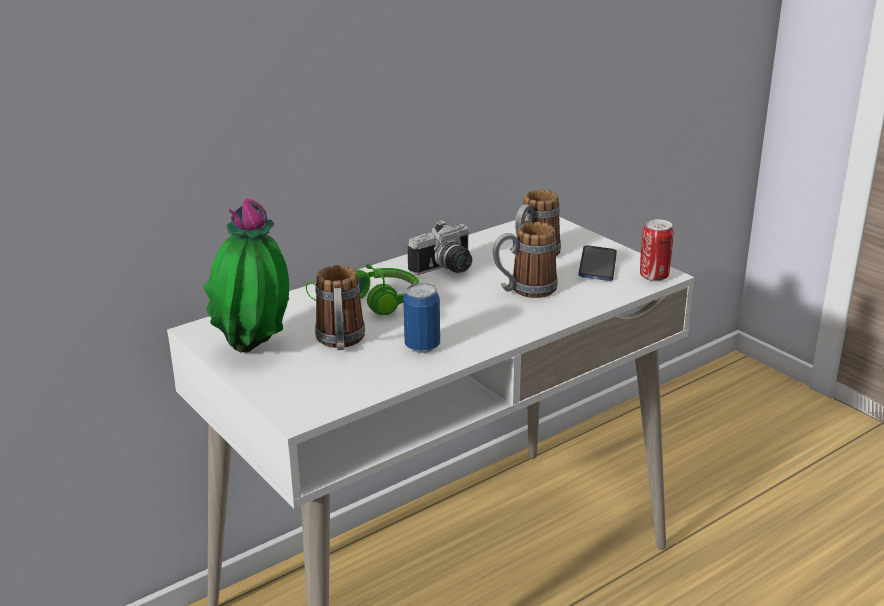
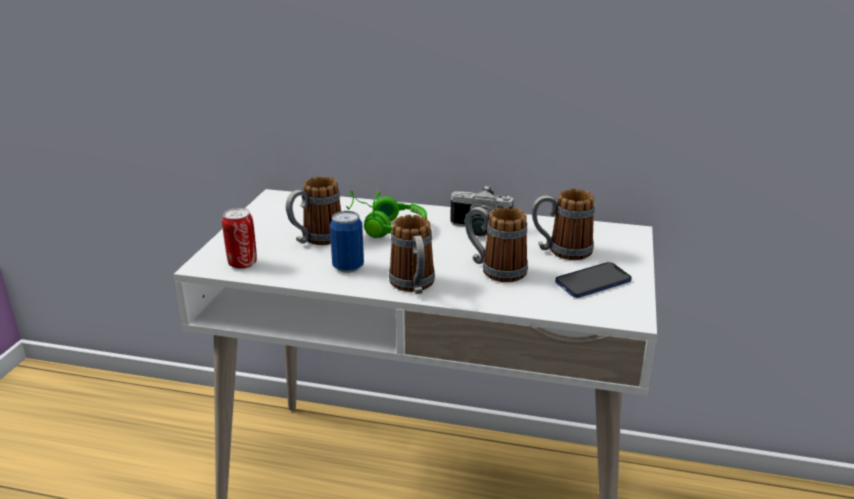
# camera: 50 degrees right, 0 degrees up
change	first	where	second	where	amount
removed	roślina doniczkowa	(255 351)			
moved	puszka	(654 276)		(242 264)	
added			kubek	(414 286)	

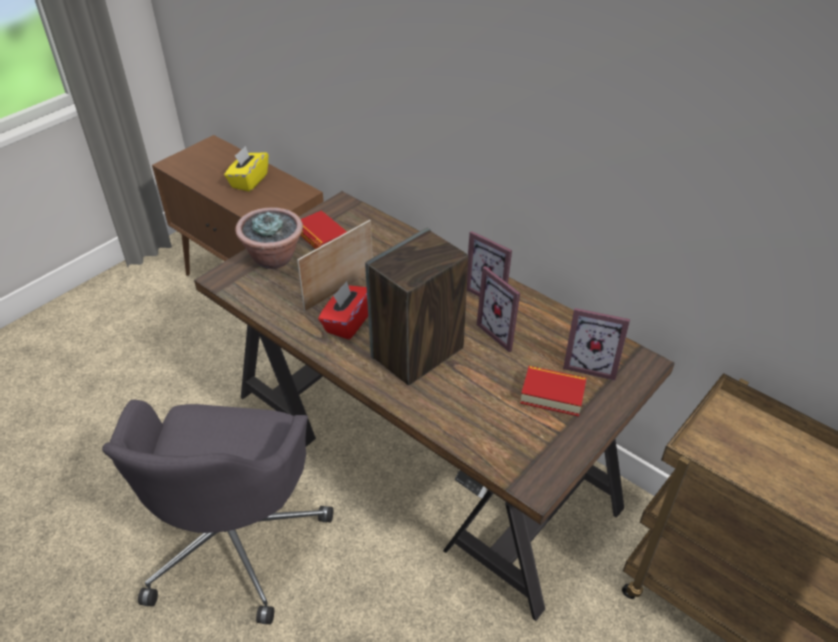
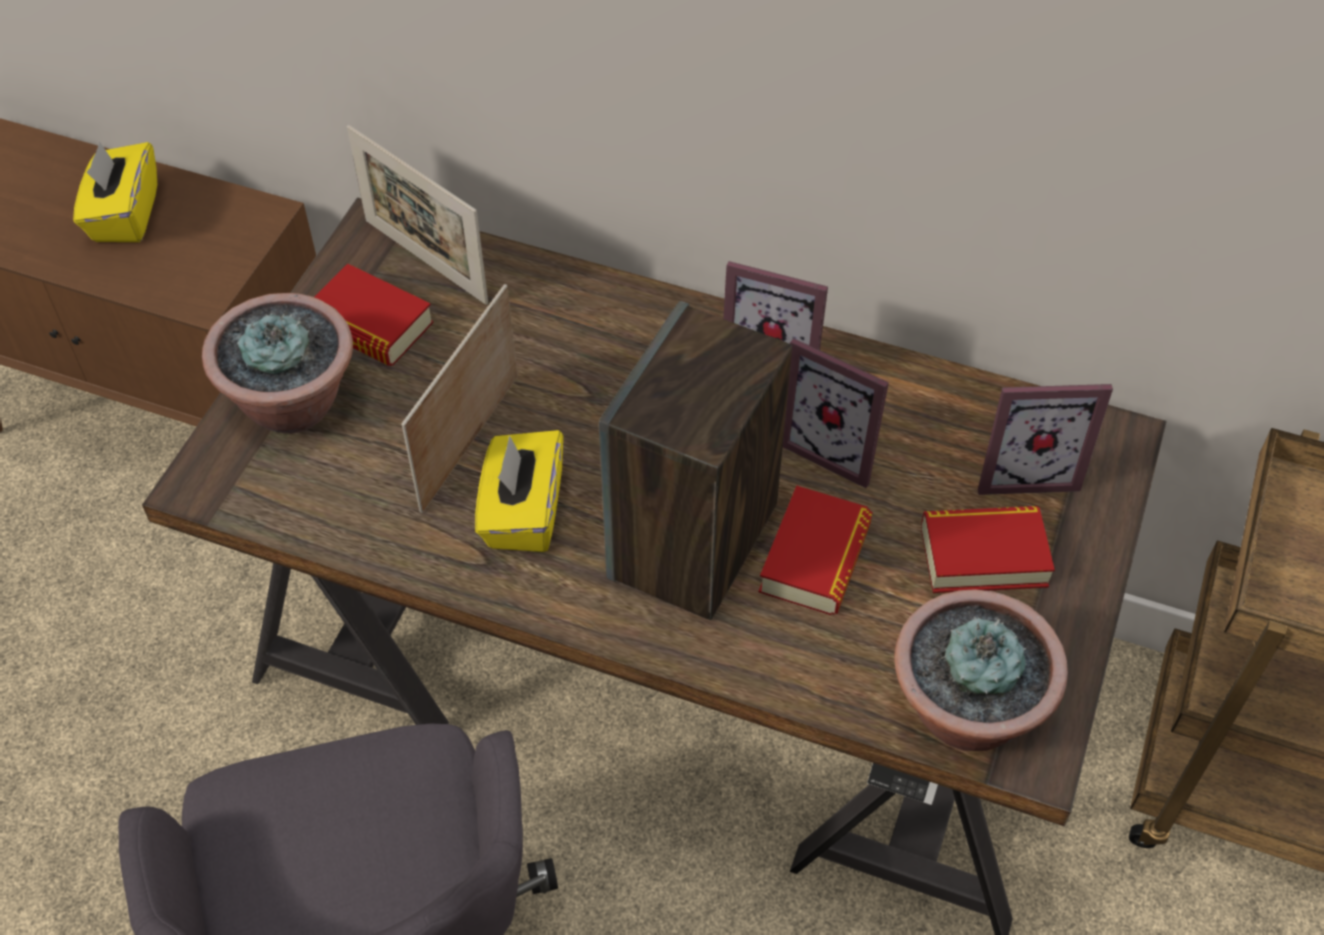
# camera: 20 degrees left, 10 degrees up
change	first	where	second	where	amount
recoloured	pudełko chusteczek/czerwony	(347 322)	pudełko chusteczek/żółty	(522 513)	
added			ramka na zdjęcie	(425 261)	
added			książka	(815 558)	
added			roślina doniczkowa	(964 712)	

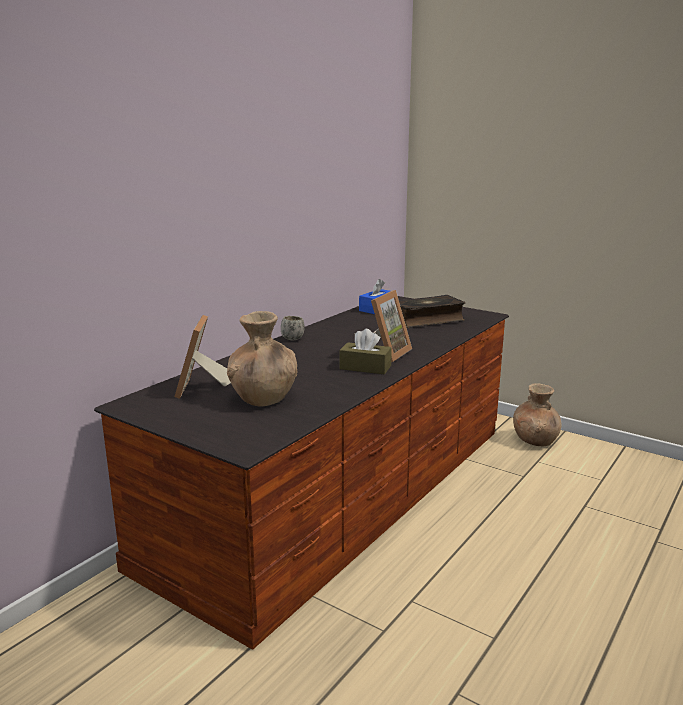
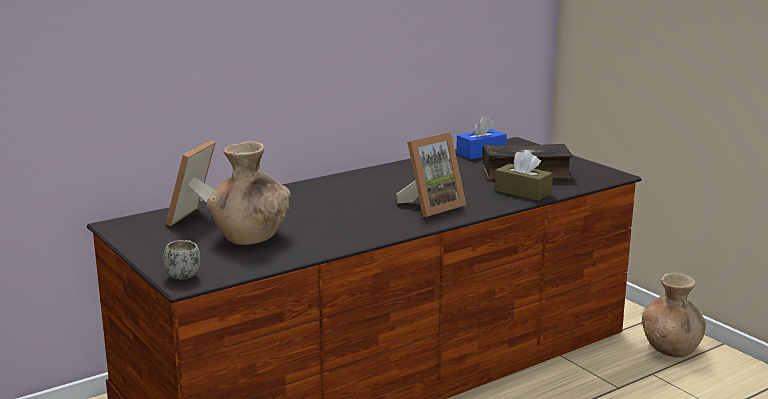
# camera: 20 degrees right, 0 degrees up
change	first	where	second	where	amount
moved	kubek/biały	(291 338)		(184 274)	
moved	pudełko chusteczek/brązowy	(365 367)		(523 192)	

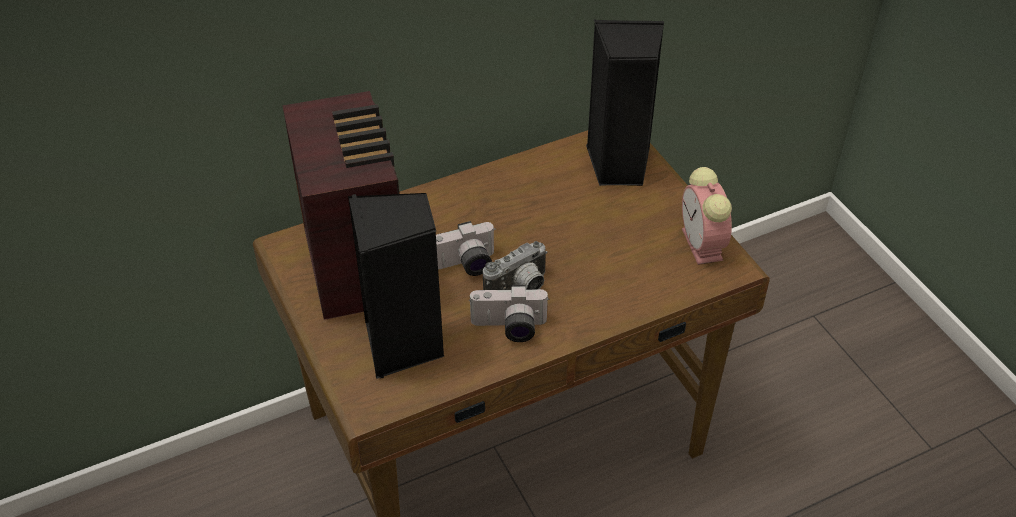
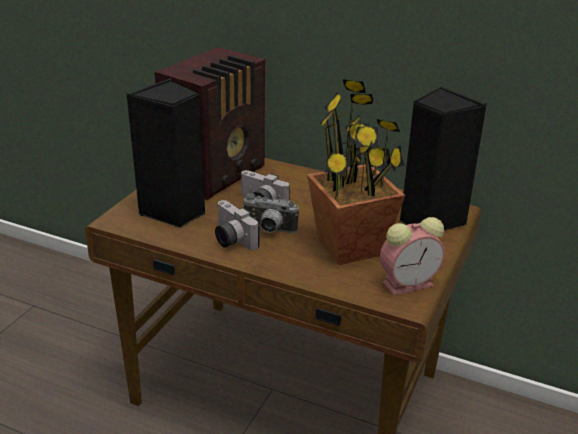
# camera: 50 degrees right, 15 degrees down
change	first	where	second	where	amount
turned	budzik	(703 246)		(409 283)	150 degrees counterclockwise
added			roślina doniczkowa	(350 247)	

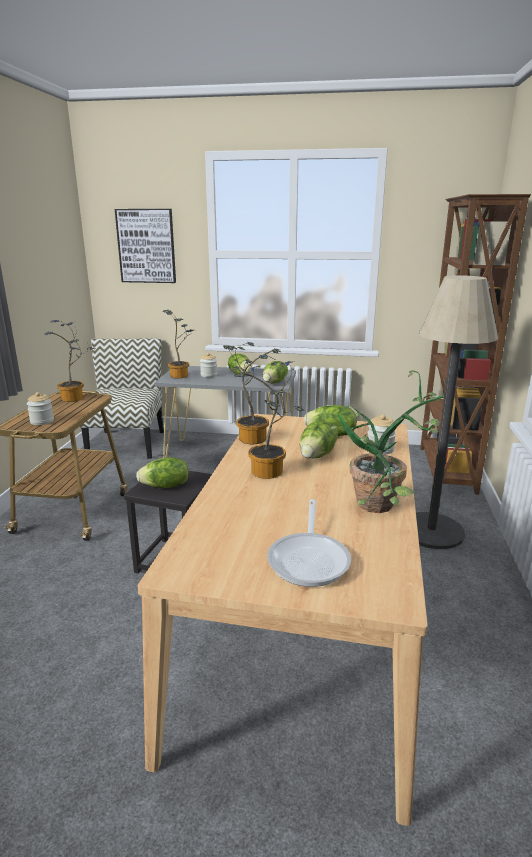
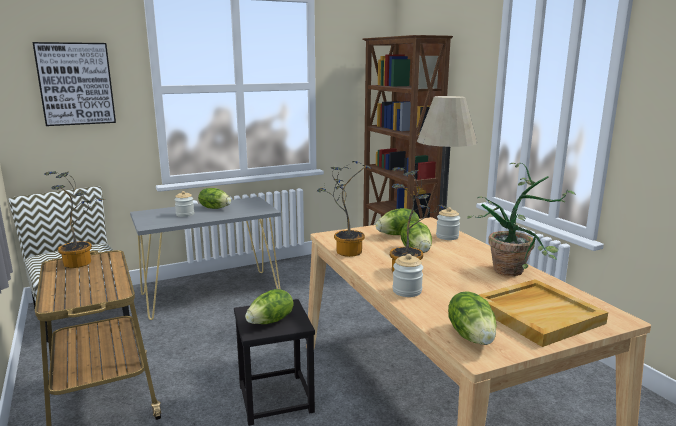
# camera: 35 degrees left, 5 degrees down
change	first	where	second	where	amount
removed	roślina doniczkowa	(181 375)			
moved	sałata	(275 382)		(472 336)	
moved	słoik	(42 421)		(407 291)	
replaced	patelnia	(310 559)	taca/beżowy	(537 314)	

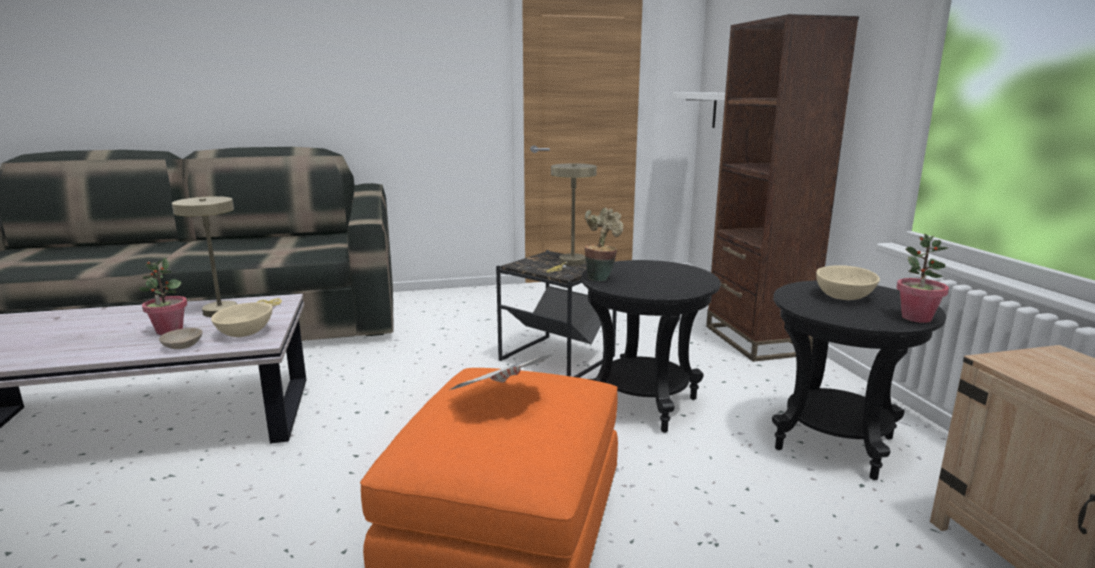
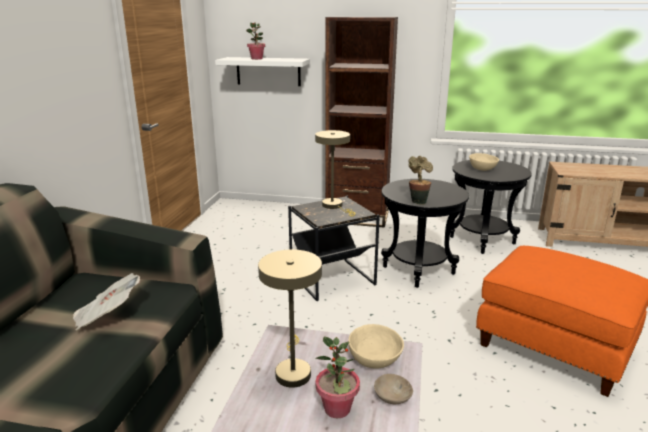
# camera: 65 degrees left, 5 degrees up
change	first	where	second	where	amount
moved	roślina doniczkowa	(916 318)		(256 59)	
moved	gazeta	(500 398)		(107 317)	

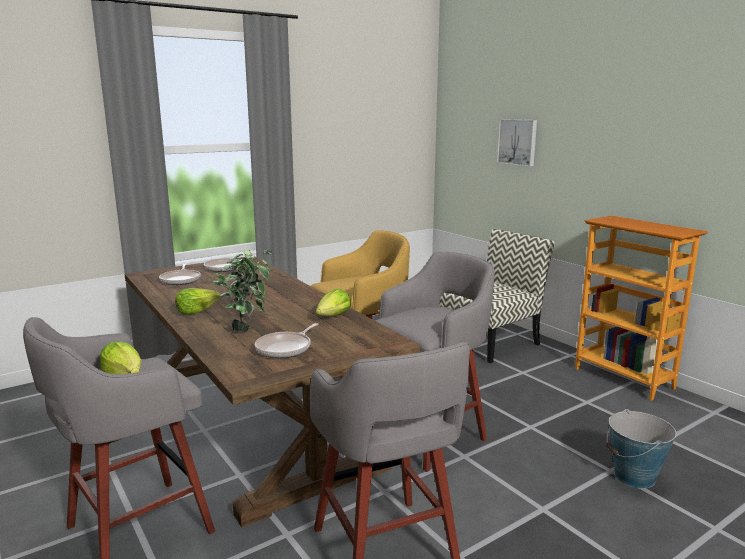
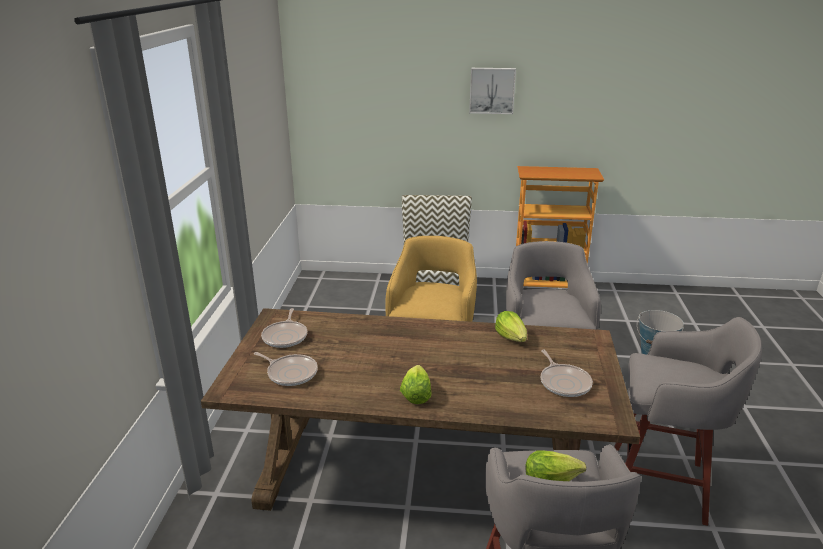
# camera: 50 degrees left, 10 degrees up
change	first	where	second	where	amount
moved	obraz	(518 142)		(492 90)	
removed	roślina doniczkowa	(247 328)			

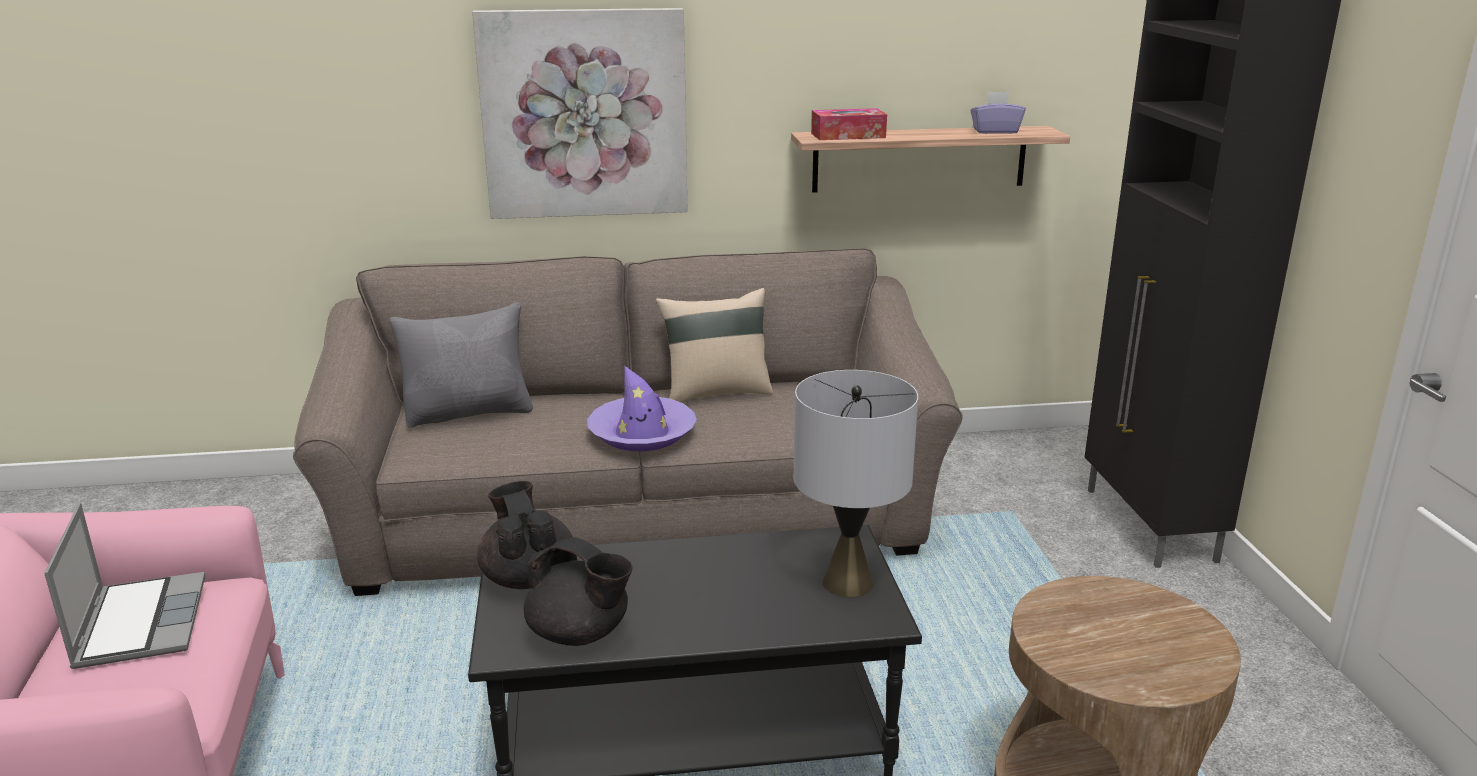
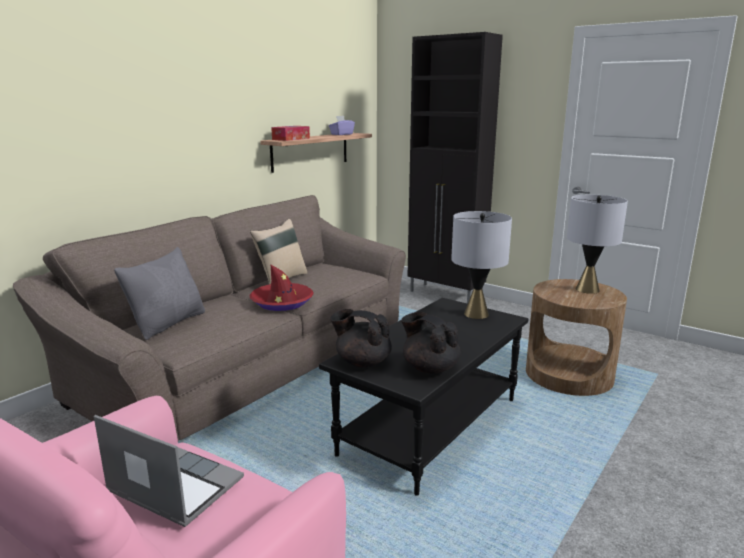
# camera: 45 degrees left, 5 degrees down
change	first	where	second	where	amount
removed	obraz	(584 114)			
recoloured	kapelusz/fioletowy	(642 433)	kapelusz/czerwony	(282 302)	
turned	imbryk/czarny	(580 634)		(429 368)	120 degrees counterclockwise
added			lampa stołowa/szary	(587 289)	

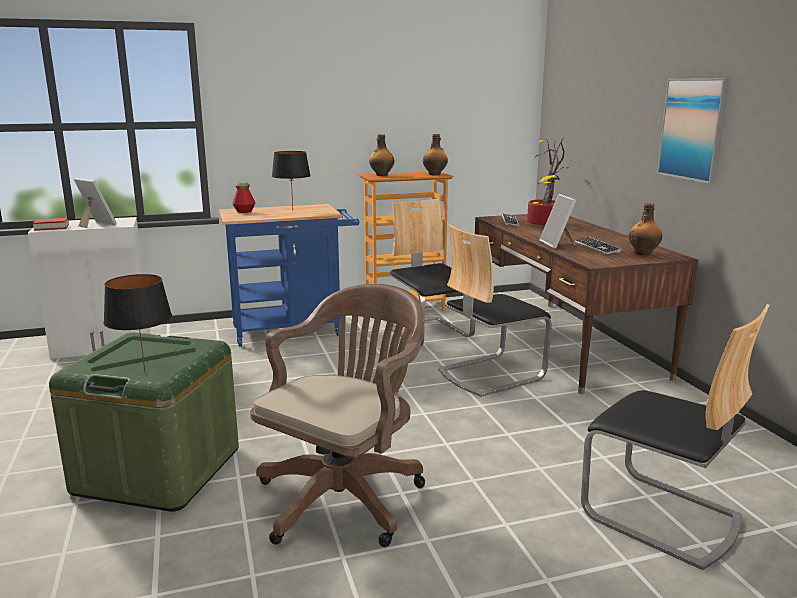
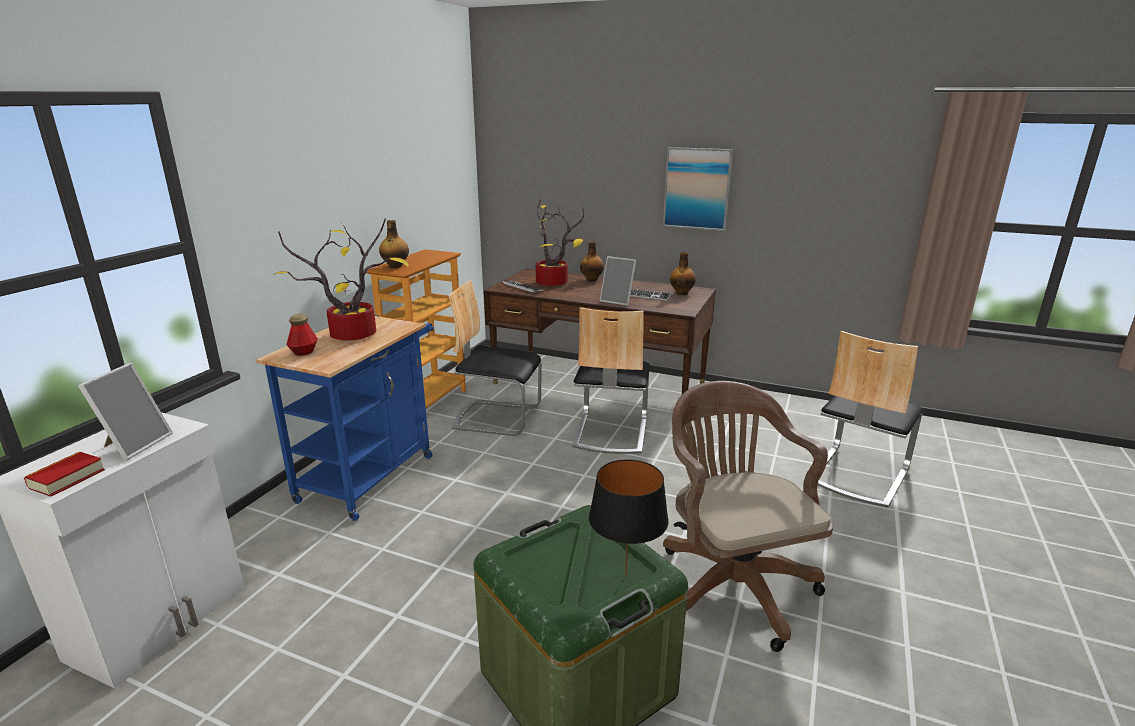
# camera: 50 degrees left, 5 degrees up
change	first	where	second	where	amount
moved	butelka	(435 174)		(592 279)	
replaced	lampa stołowa/czarny	(293 210)	roślina doniczkowa	(355 333)	
turned	ramka na zdjęcie	(96 225)		(135 444)	120 degrees clockwise
turned	krzesło	(661 516)		(857 474)	135 degrees clockwise

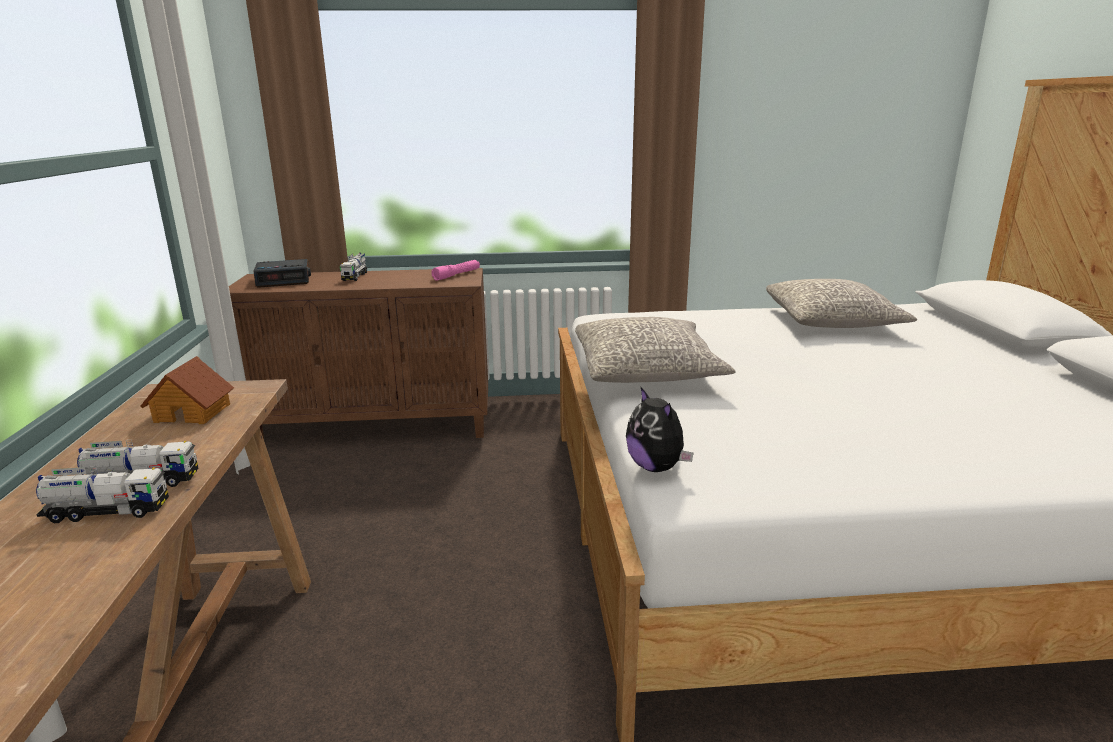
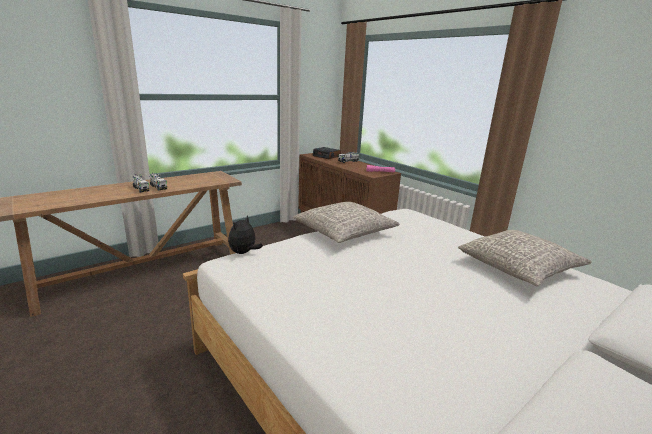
# camera: 55 degrees right, 0 degrees up
change	first	where	second	where	amount
removed	domek	(193 412)			

